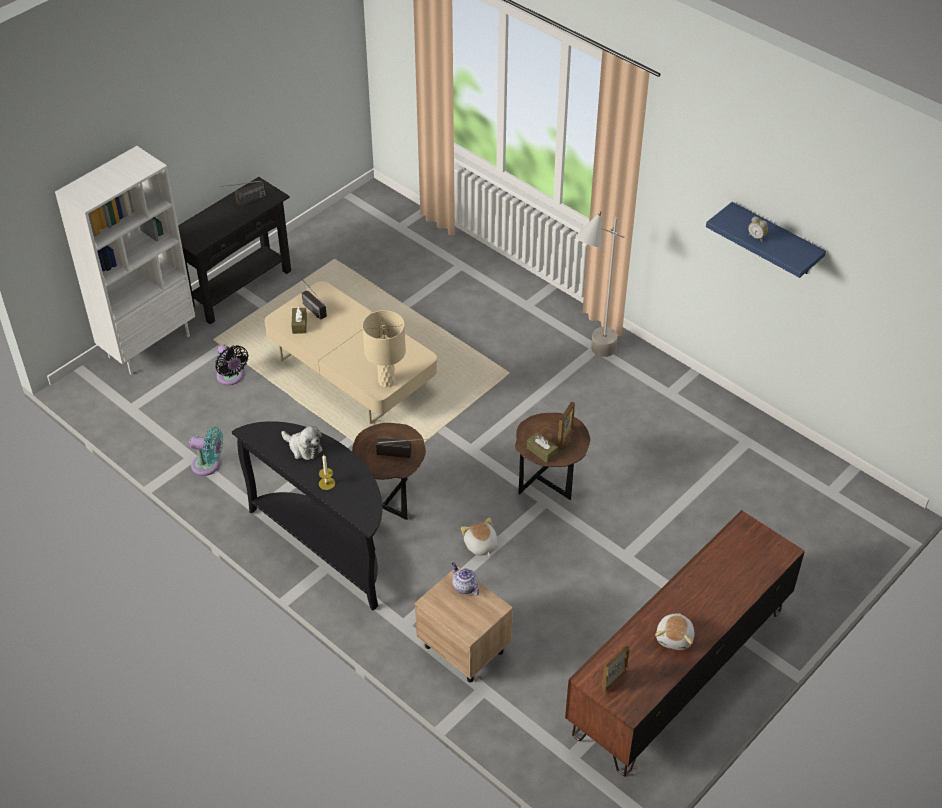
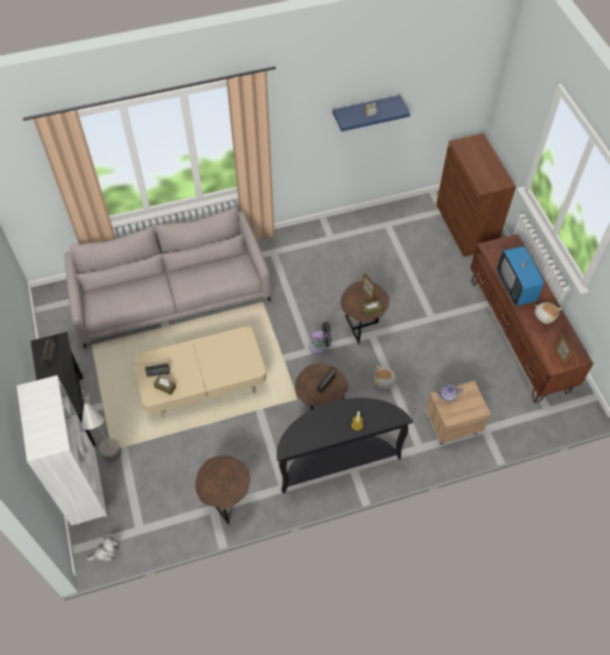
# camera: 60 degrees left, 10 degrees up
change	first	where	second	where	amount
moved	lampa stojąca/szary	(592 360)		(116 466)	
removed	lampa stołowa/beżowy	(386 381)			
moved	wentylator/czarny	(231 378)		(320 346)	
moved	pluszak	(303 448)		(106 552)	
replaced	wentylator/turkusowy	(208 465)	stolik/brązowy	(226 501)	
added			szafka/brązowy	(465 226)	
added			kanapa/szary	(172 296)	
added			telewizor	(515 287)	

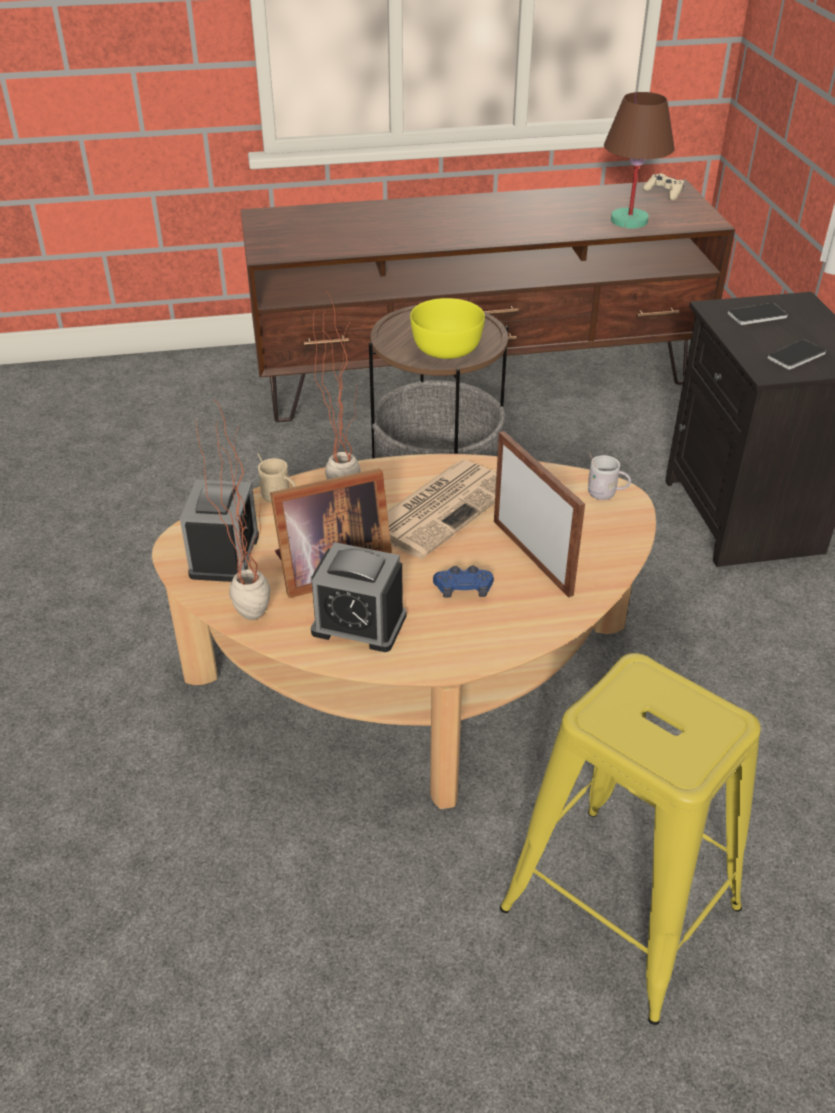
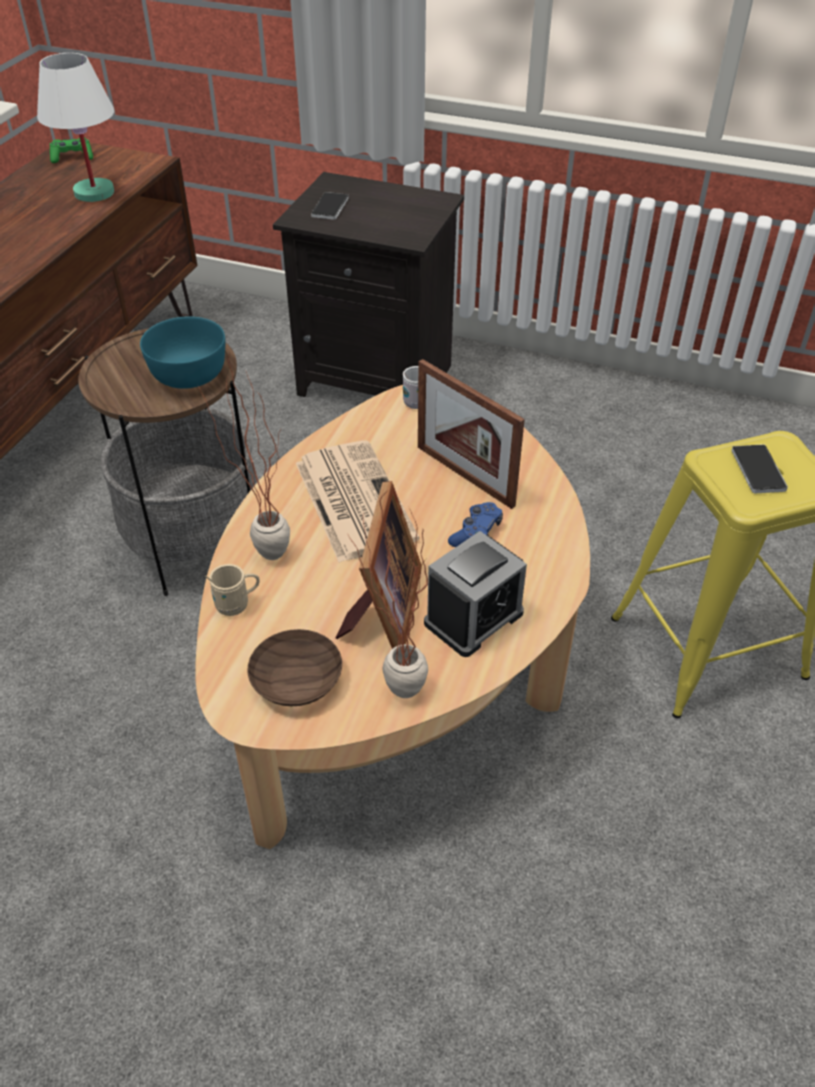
# camera: 60 degrees left, 5 degrees up
change	first	where	second	where	amount
recoloured	lampa stołowa/brązowy	(628 221)	lampa stołowa/biały	(93 193)	
recoloured	pad do gier/beżowy	(663 193)	pad do gier/zielony	(72 157)	
recoloured	miska/żółty	(446 347)	miska/turkusowy	(187 374)	
moved	telefon	(796 356)		(758 470)	
turned	ramka na zdjęcie	(532 557)		(465 475)	135 degrees counterclockwise
replaced	budzik	(224 555)	miska/brązowy	(294 681)	

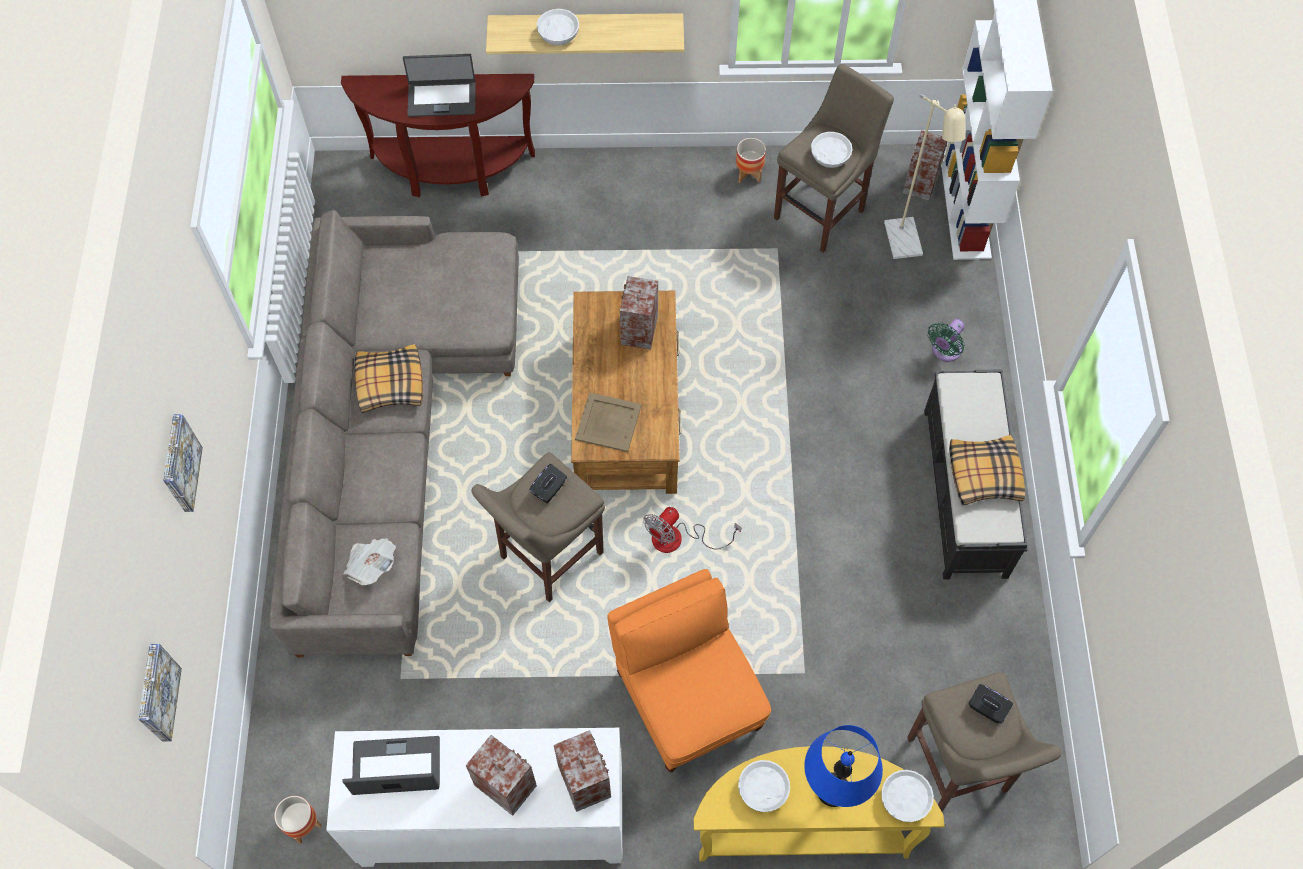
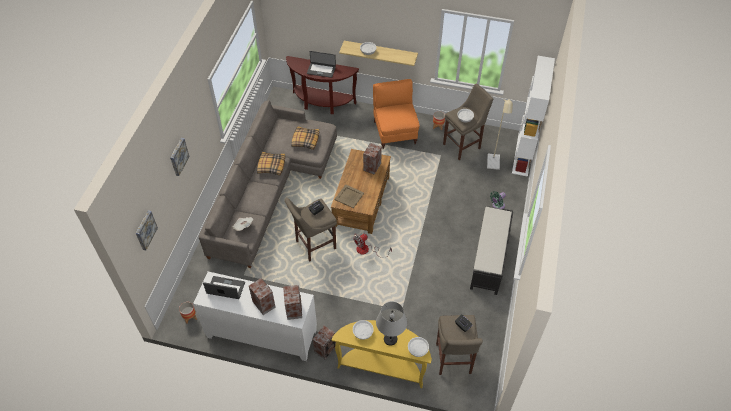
# camera: 15 degrees right, 10 degrees down
change	first	where	second	where	amount
moved	głośnik	(921 182)		(325 348)	
moved	poduszka	(983 475)		(305 140)	
moved	fotel/pomarańczowy	(687 699)		(395 132)	
recoloured	lampa stołowa/niebieski	(833 789)	lampa stołowa/szary	(390 339)	

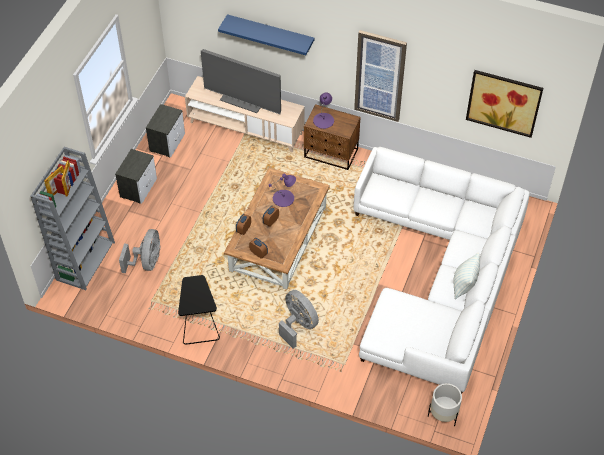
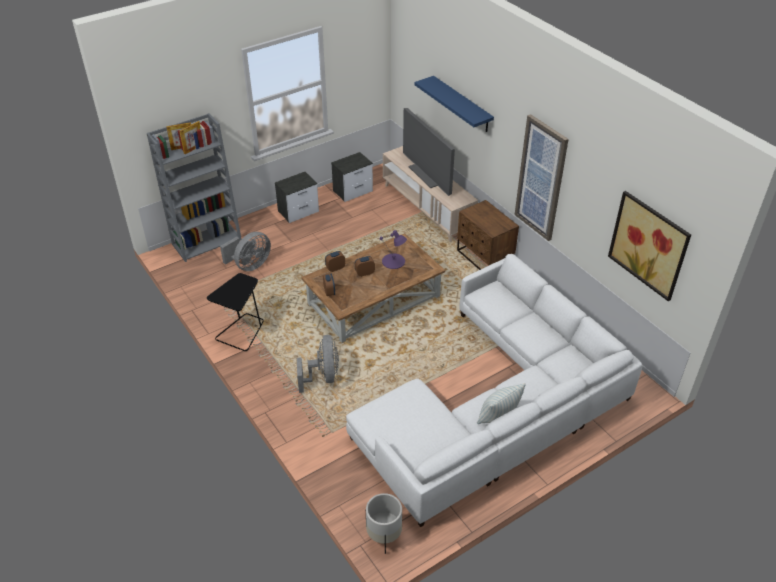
# camera: 35 degrees right, 10 degrees down
change	first	where	second	where	amount
removed	lampa stołowa/fioletowy	(323 120)			

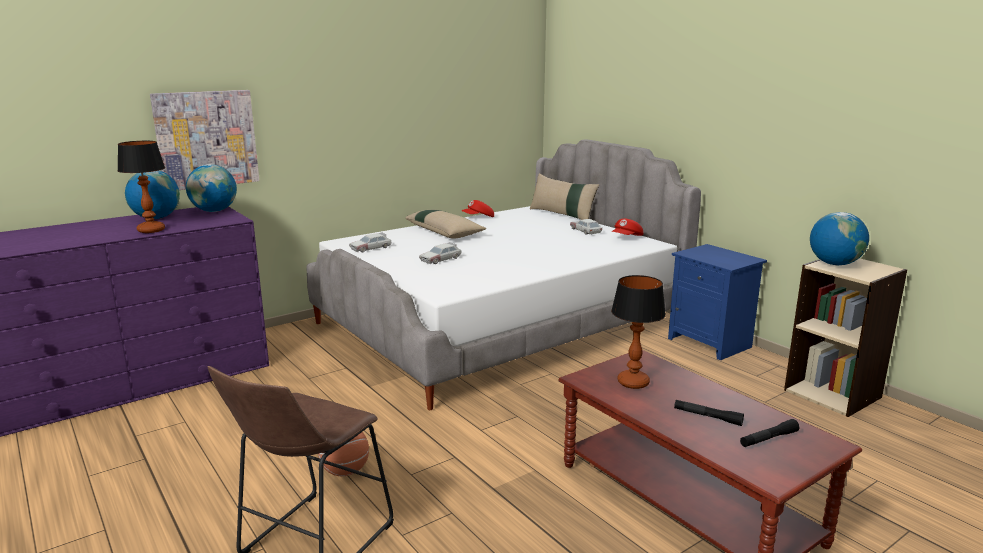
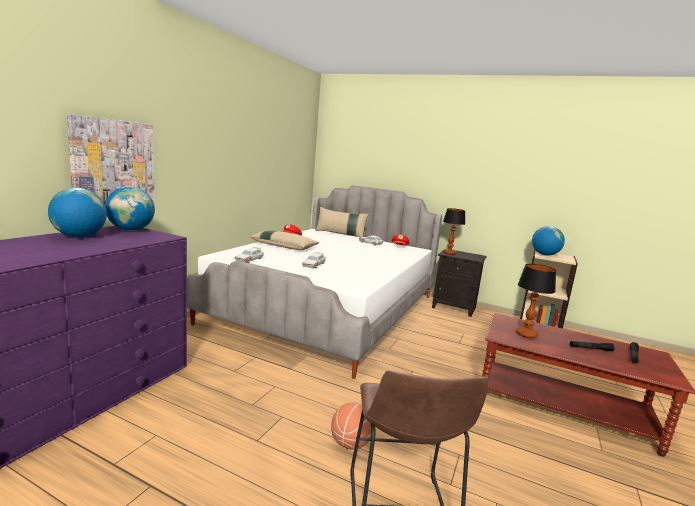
# camera: 30 degrees left, 5 degrees down
change	first	where	second	where	amount
moved	lampa stołowa	(151 230)		(449 253)	
recoloured	szafka nocna/niebieski	(711 343)	szafka nocna/czarny	(455 307)	

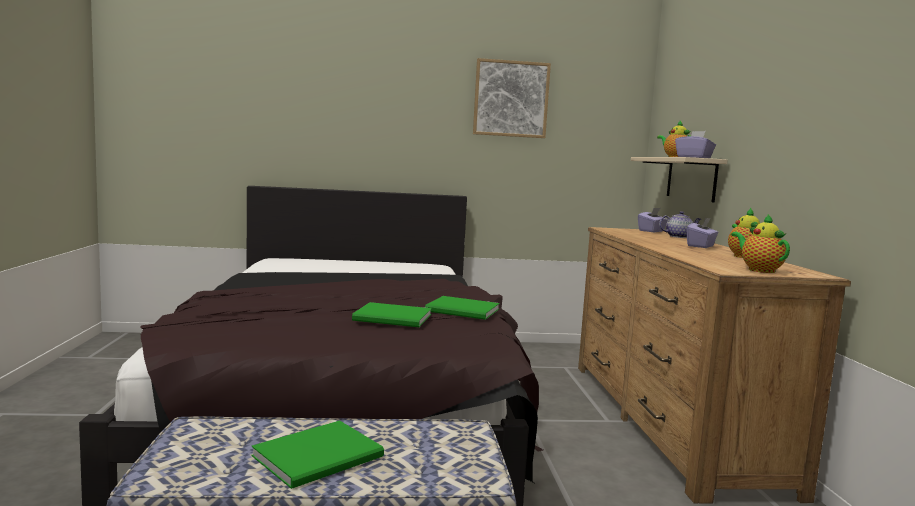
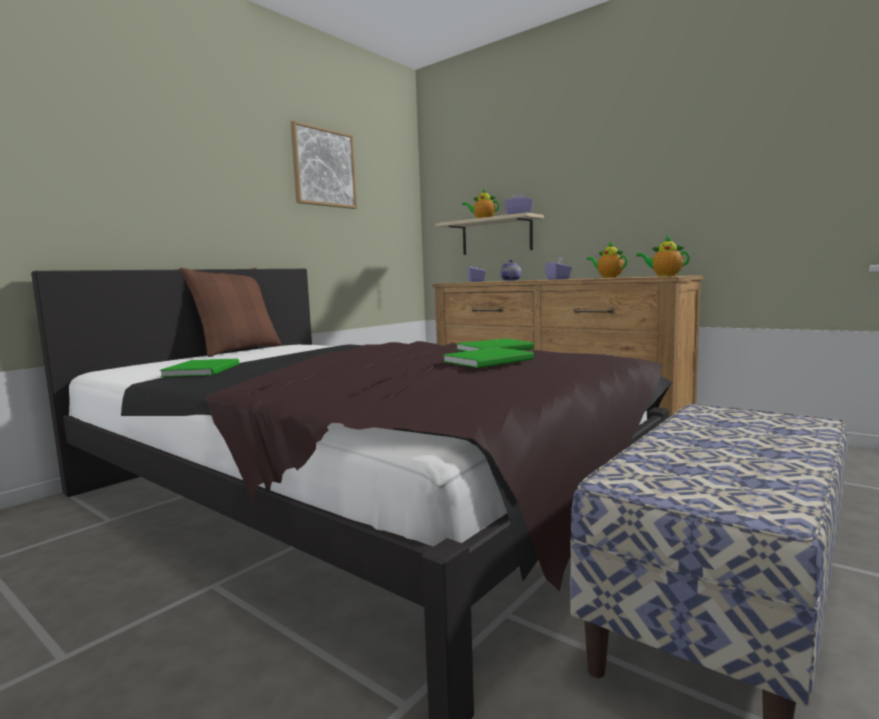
# camera: 45 degrees left, 0 degrees up
change	first	where	second	where	amount
moved	książka/zielony	(322 456)		(204 370)	
added			poduszka/brązowy	(238 350)	

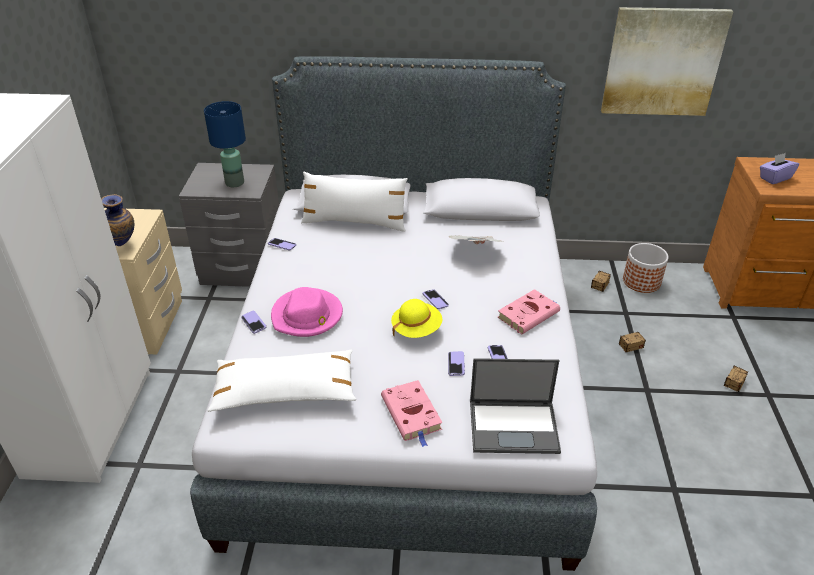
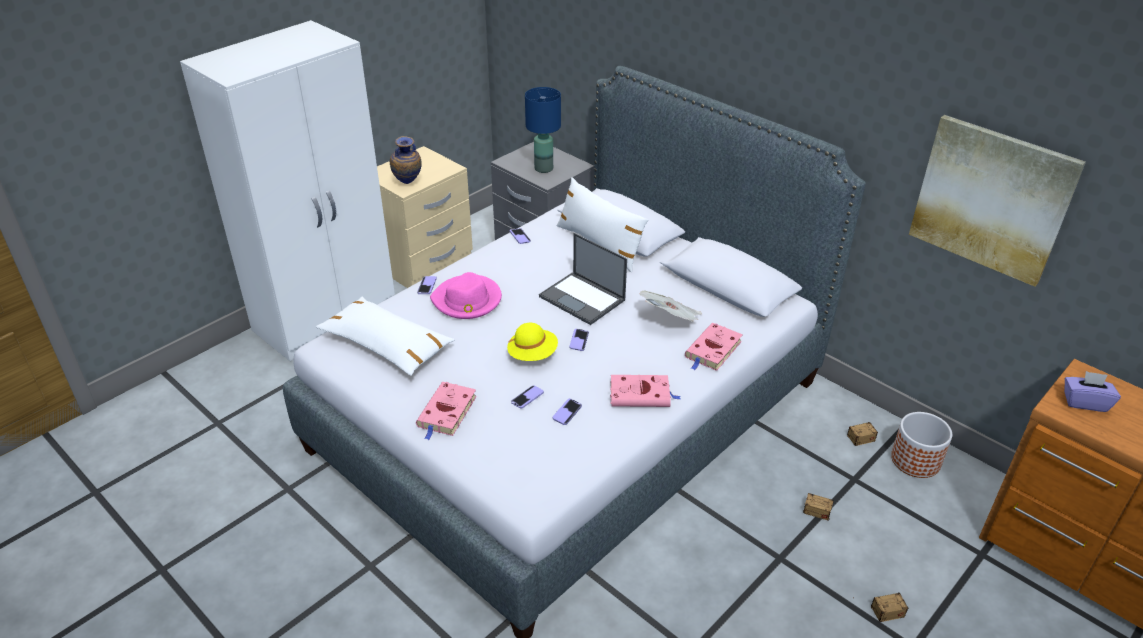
# camera: 40 degrees right, 0 degrees up
change	first	where	second	where	amount
moved	laptop	(514 426)		(583 298)	
added			książka/różowy	(712 350)	

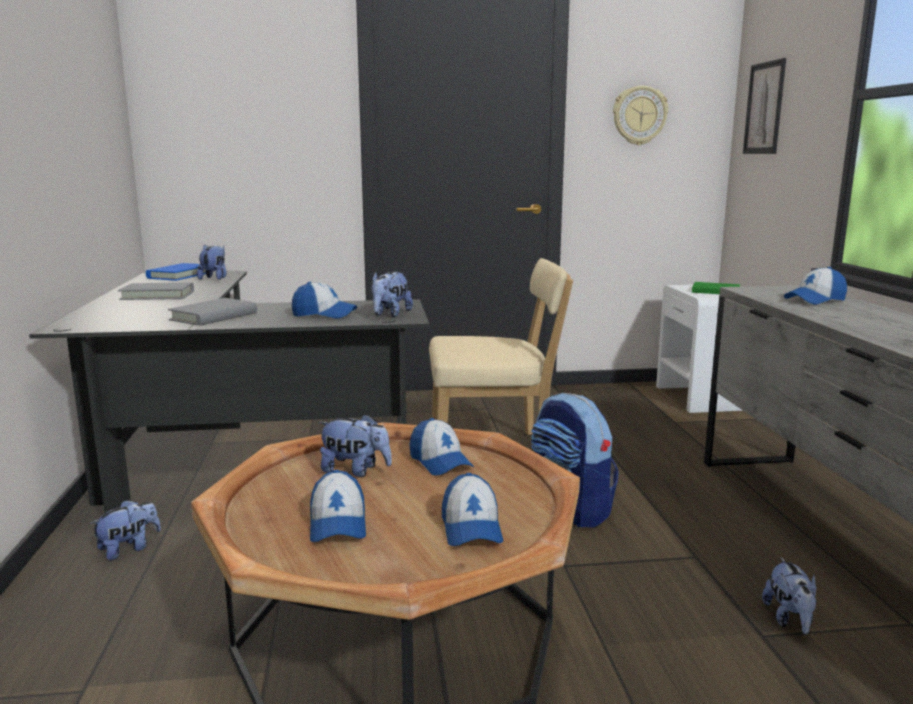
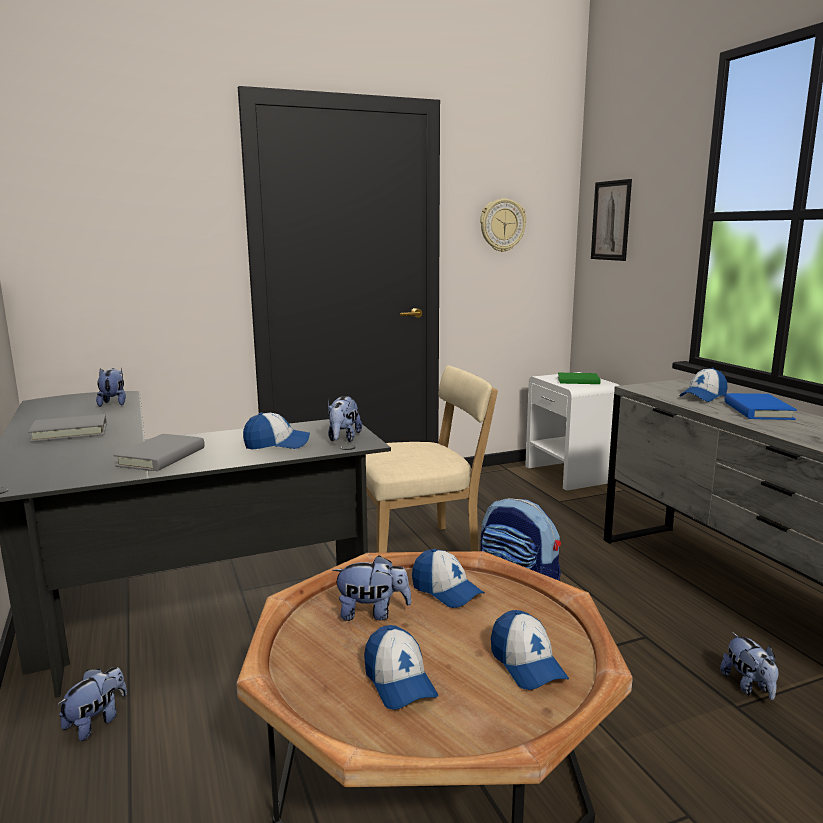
# camera: 15 degrees left, 0 degrees up
change	first	where	second	where	amount
moved	książka/niebieski	(179 275)		(757 411)	

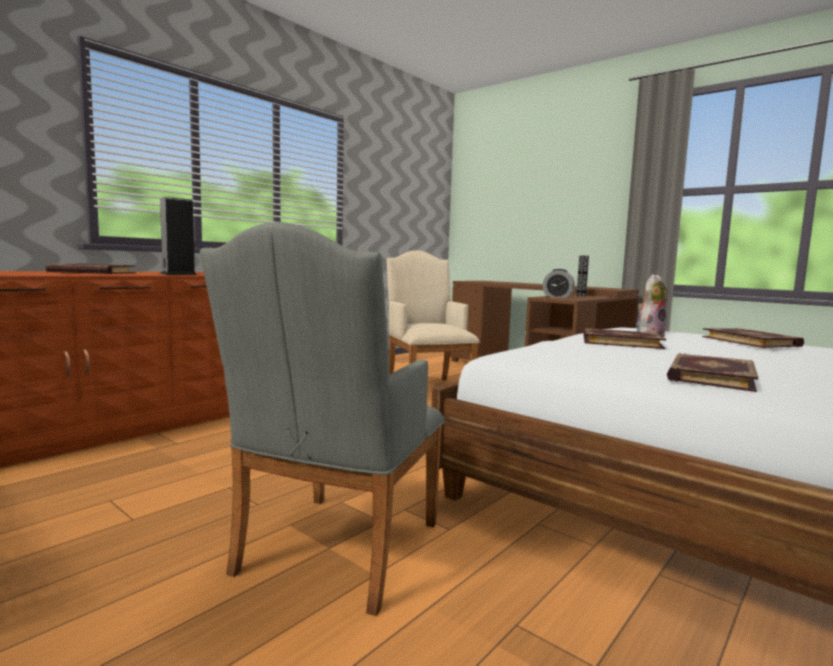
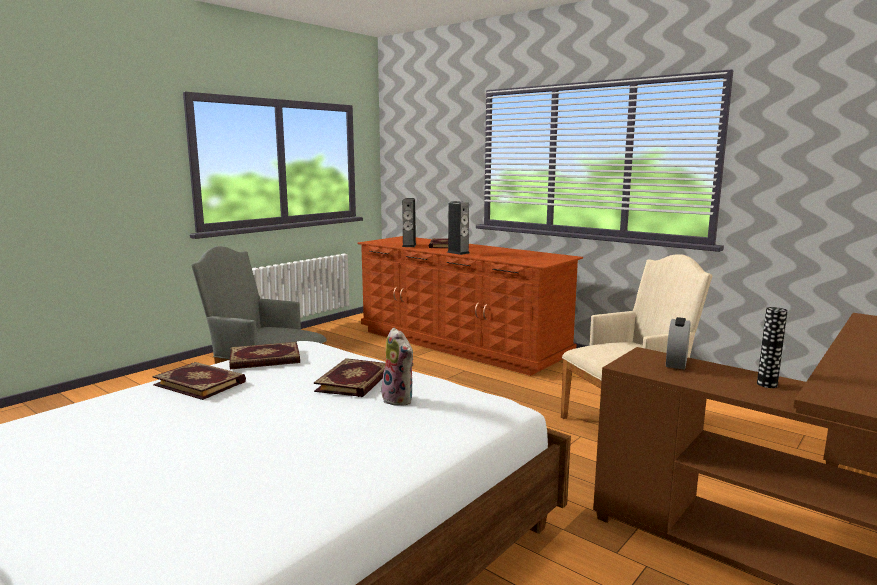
# camera: 90 degrees right, 5 degrees up
change	first	where	second	where	amount
moved	książka	(751 341)		(265 359)	
added			głośnik	(409 245)	

